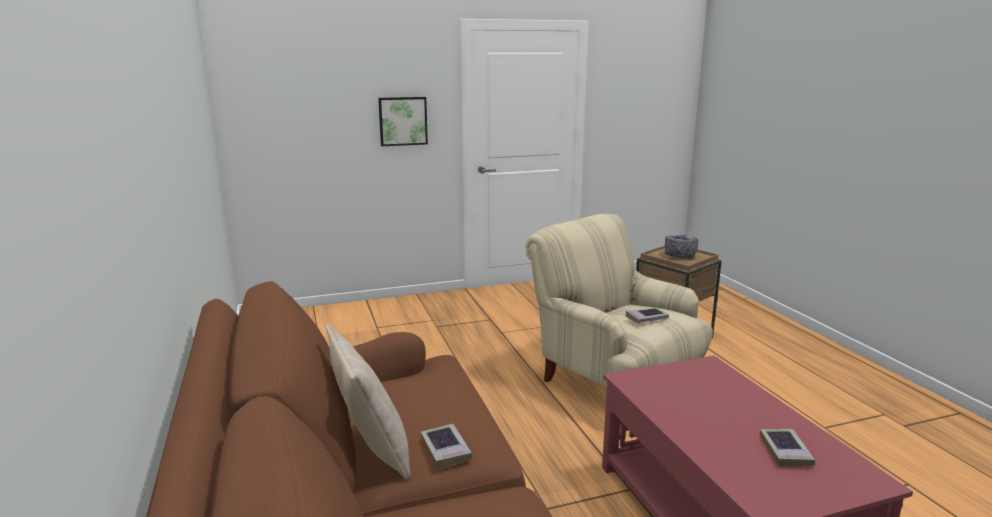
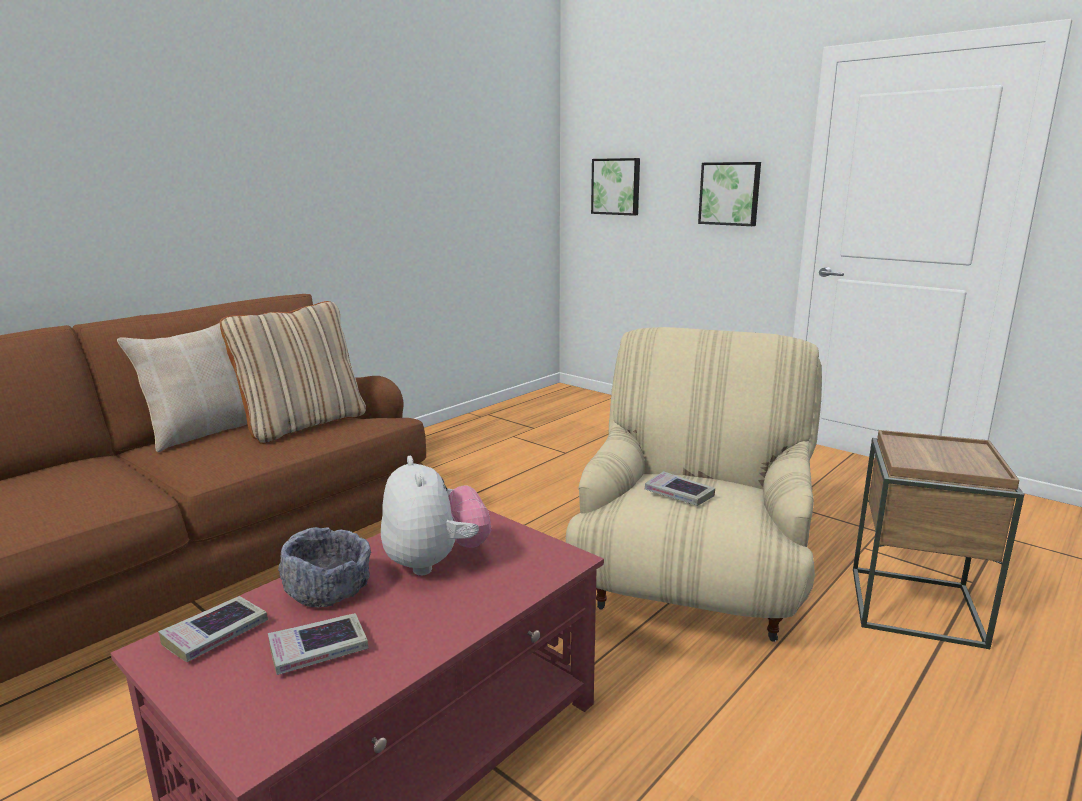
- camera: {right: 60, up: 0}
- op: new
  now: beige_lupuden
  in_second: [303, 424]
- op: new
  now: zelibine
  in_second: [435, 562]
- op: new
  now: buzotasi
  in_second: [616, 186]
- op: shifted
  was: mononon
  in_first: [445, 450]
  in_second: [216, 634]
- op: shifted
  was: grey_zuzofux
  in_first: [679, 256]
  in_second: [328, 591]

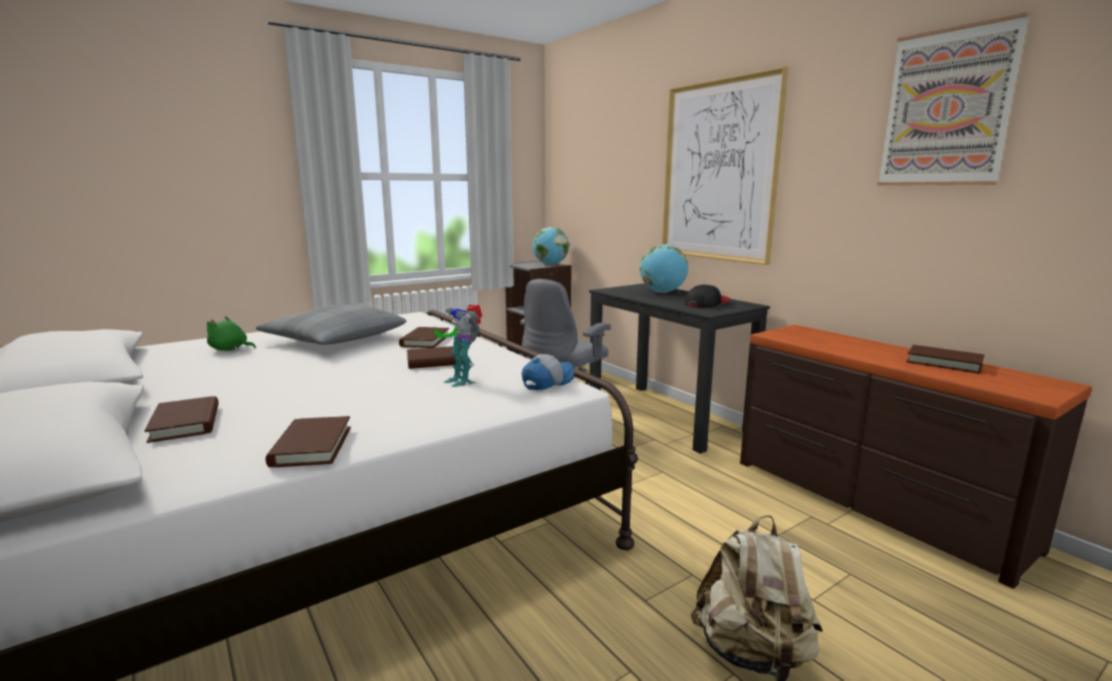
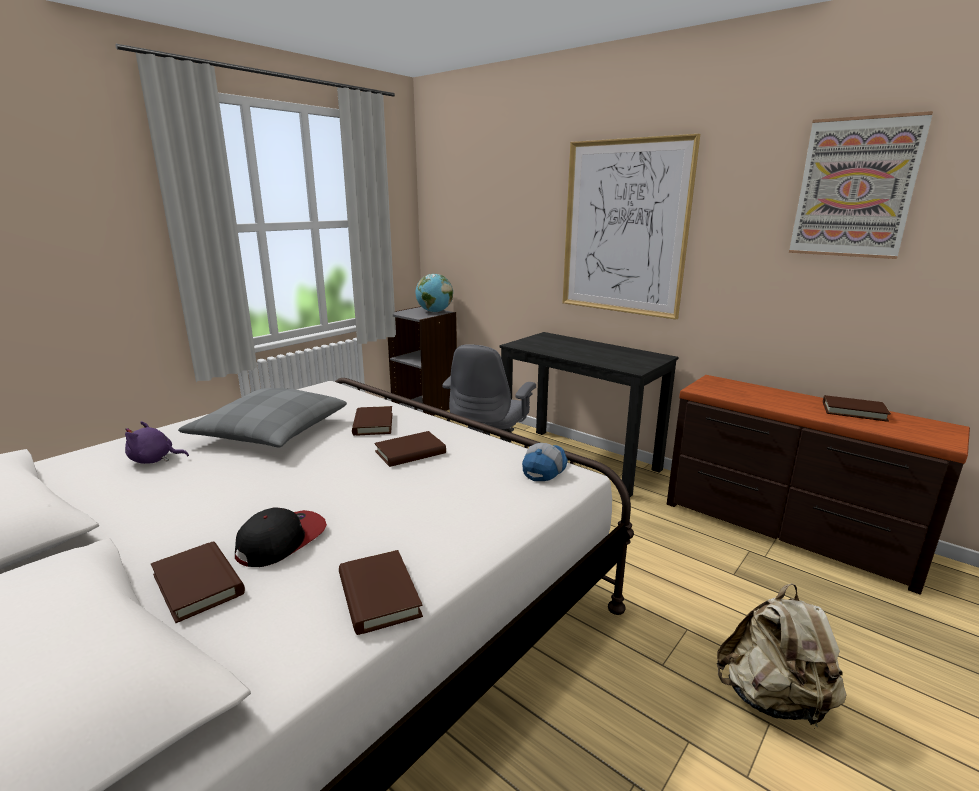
- camera: {right: -15, up: 5}
- op: gone
  was: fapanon
  in_first: [462, 380]
- op: gone
  was: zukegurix
  in_first: [662, 292]
- op: shifted
  was: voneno
  in_first: [707, 303]
  in_second: [282, 541]
- op: repainted
  was: green_zelibine
  now: purple_zelibine
  in_first: [230, 349]
  in_second: [154, 460]

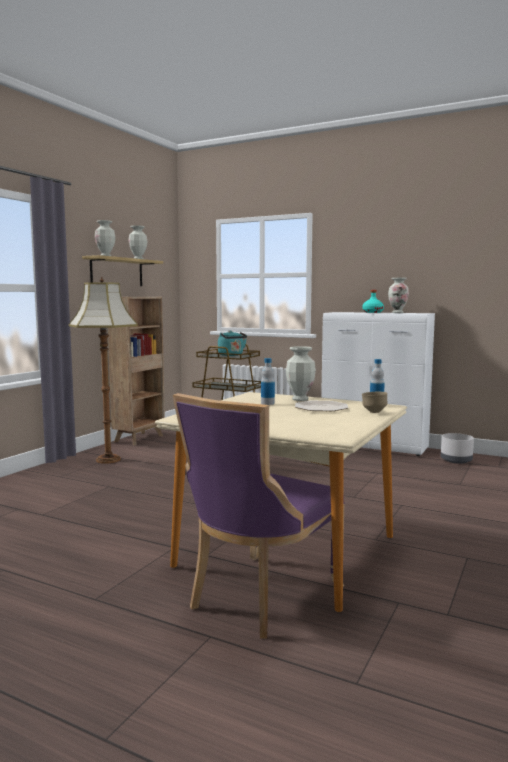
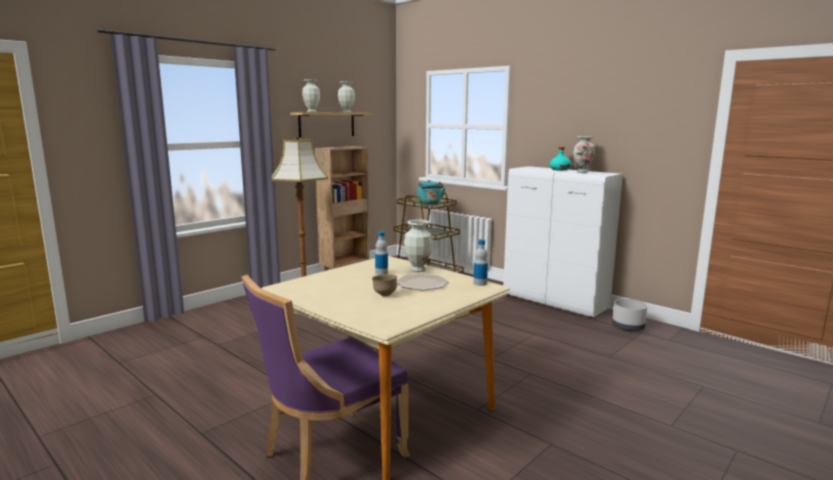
- camera: {right: 15, up: 5}
- op: shifted
  was: brown_zuzofux
  in_first: [374, 412]
  in_second: [384, 295]

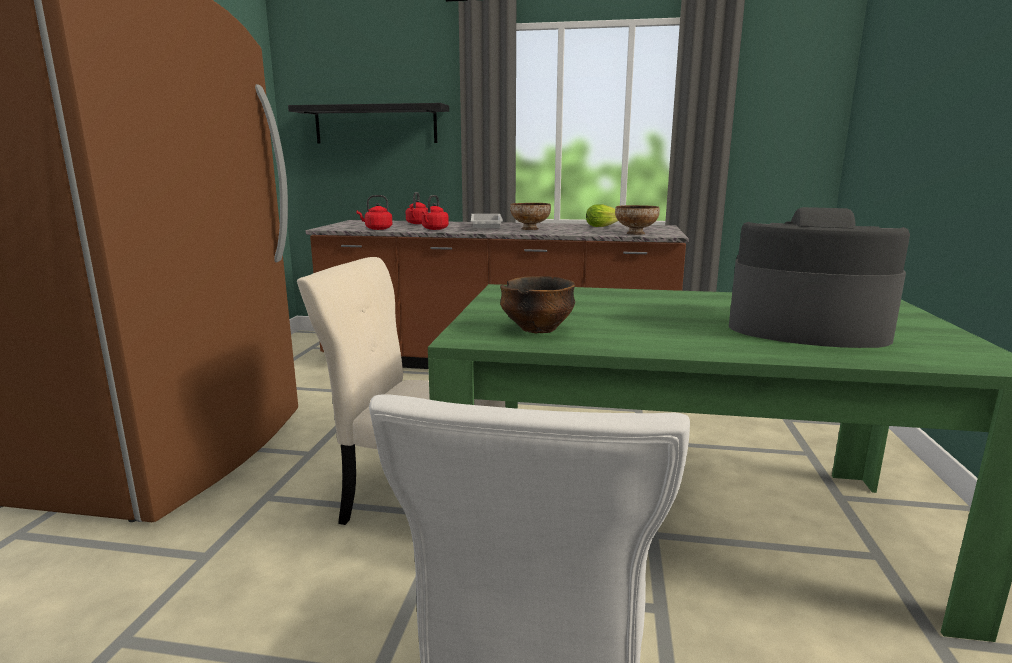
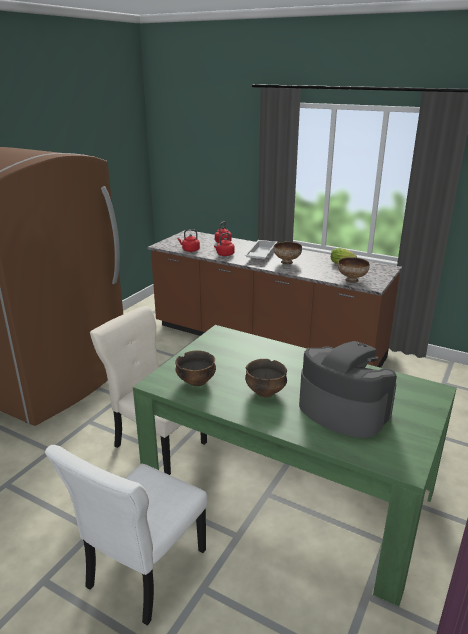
- camera: {right: 20, up: 10}
- op: gone
  was: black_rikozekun
  in_first: [375, 125]
- op: new
  now: zuzofux
  in_second: [265, 392]

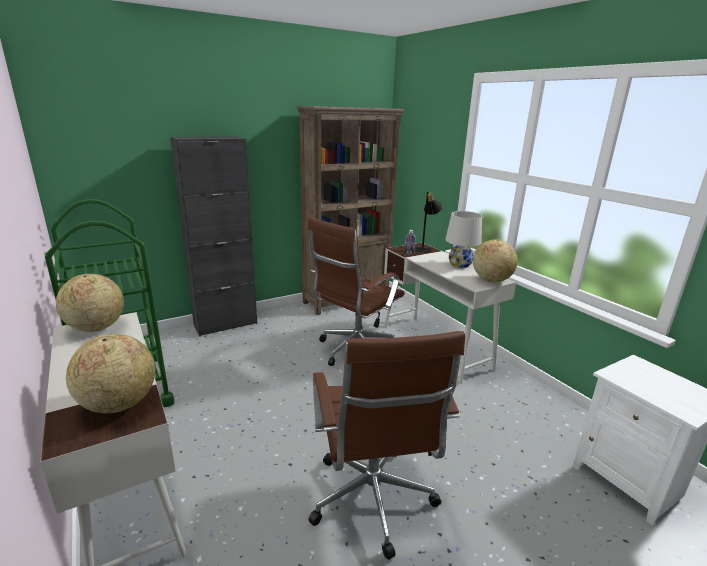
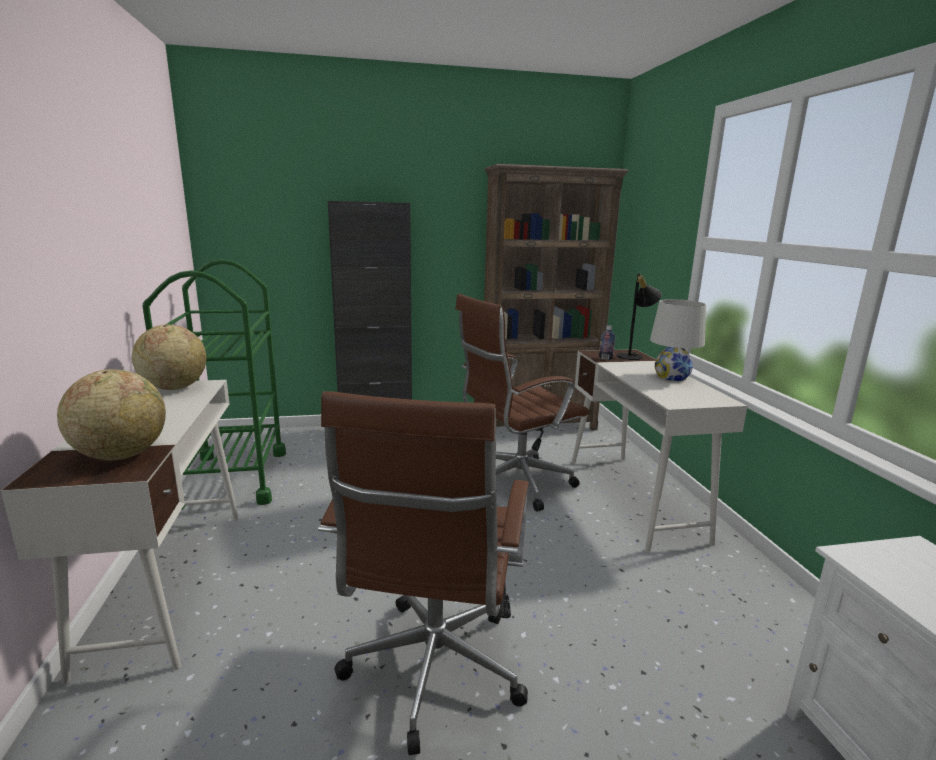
- camera: {right: 20, up: -5}
- op: gone
  was: zukegurix
  in_first: [491, 280]

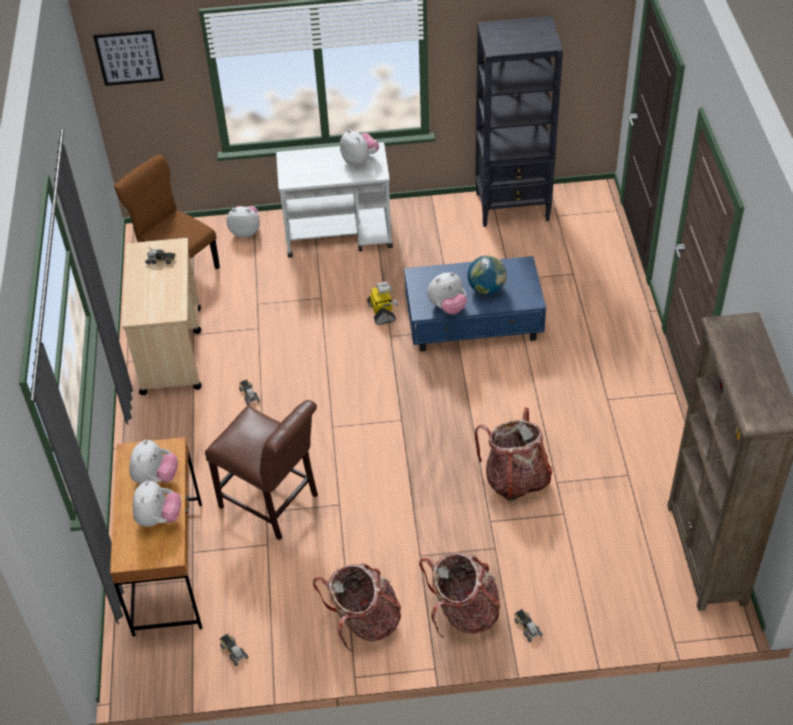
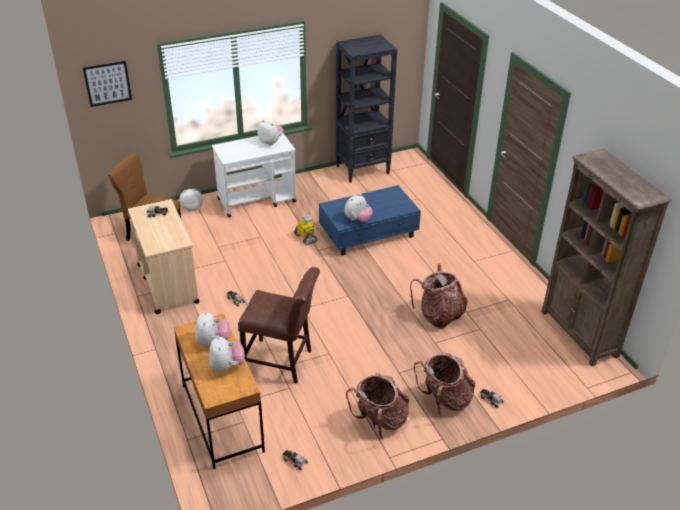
- camera: {right: -20, up: -10}
- op: gone
  was: zukegurix
  in_first: [486, 289]

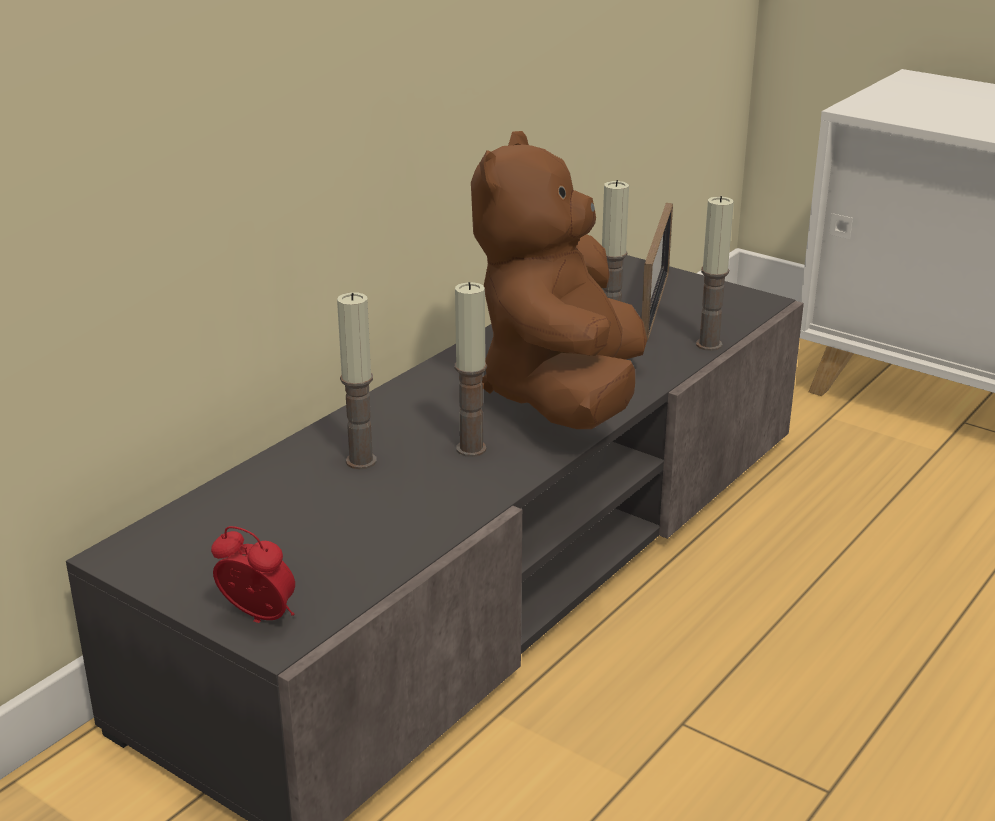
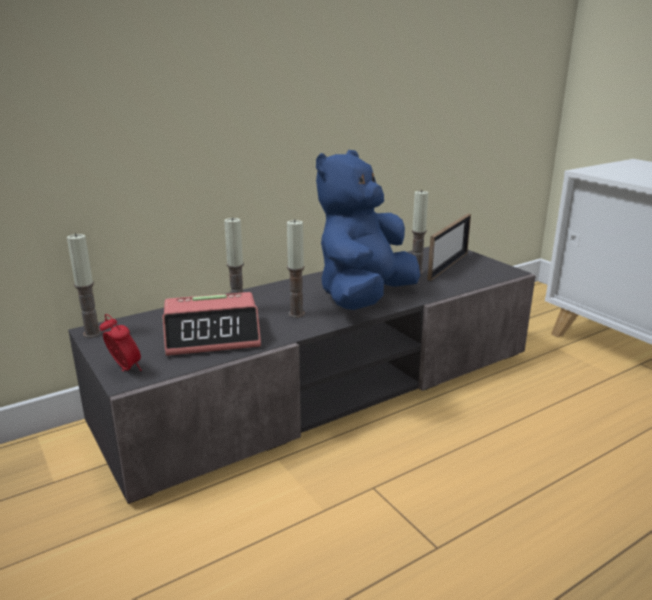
- camera: {right: 20, up: -5}
- op: new
  now: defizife
  in_second: [213, 336]
- op: shifted
  was: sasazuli
  in_first: [709, 344]
  in_second: [92, 333]
- op: repainted
  was: brown_zelibine
  now: blue_zelibine
  in_first: [563, 396]
  in_second: [364, 298]

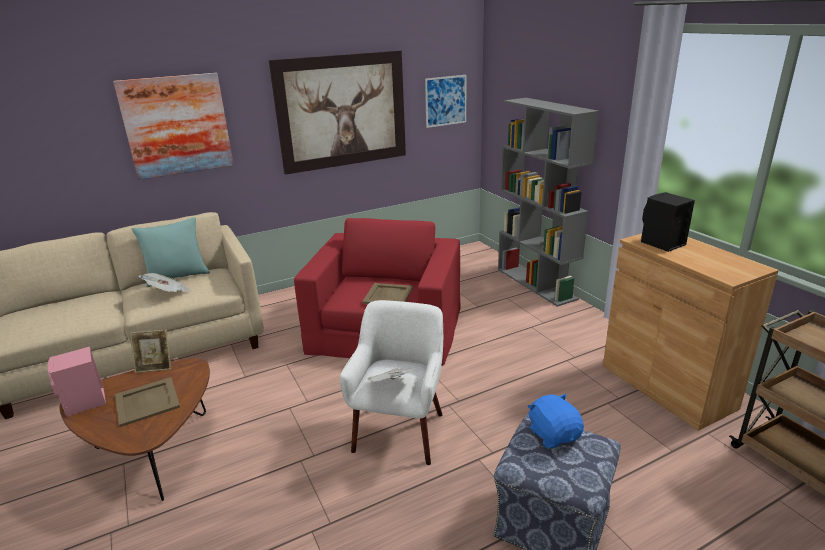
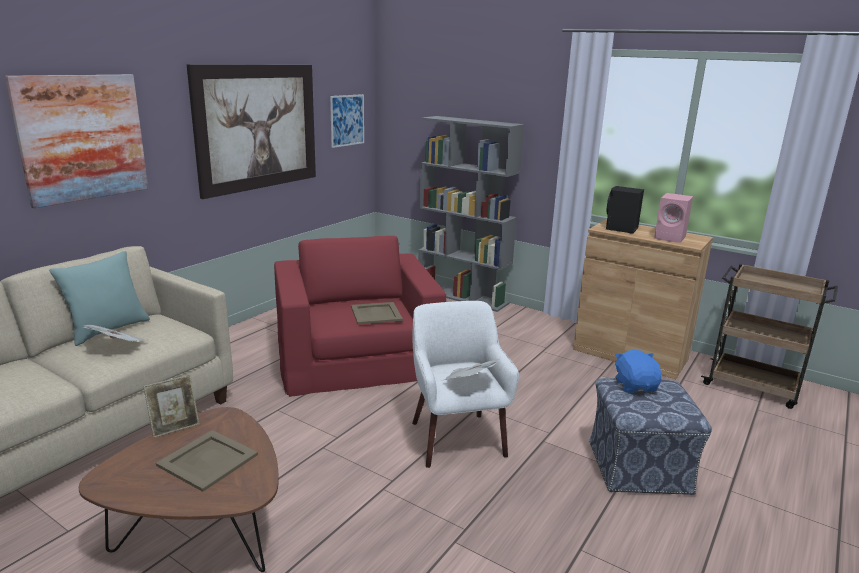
- camera: {right: -30, up: -5}
- op: shifted
  was: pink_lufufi
  in_first: [85, 403]
  in_second: [671, 238]
- op: rotated
  was: blue_zelibine
  in_first: [554, 435]
  in_second: [635, 386]
  clockwise: 45

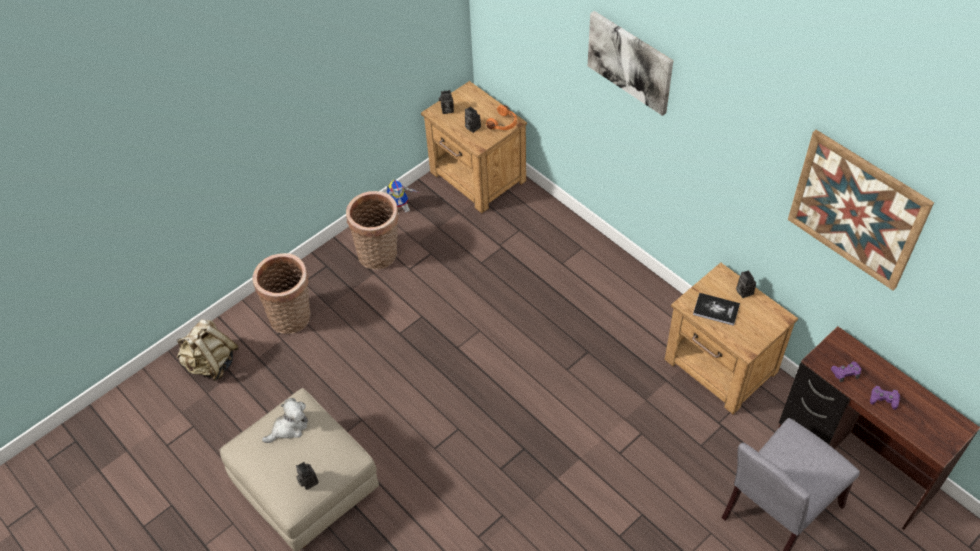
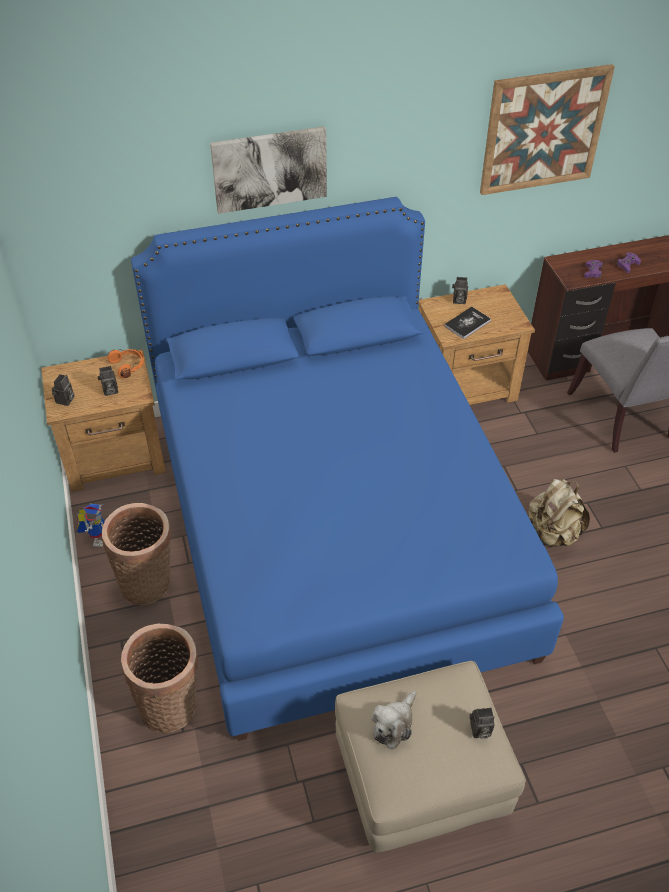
- camera: {right: -65, up: -5}
- op: new
  now: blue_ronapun
  in_second: [334, 529]
- op: shifted
  was: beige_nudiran
  in_first: [211, 363]
  in_second: [552, 534]
- op: rotated
  was: zelibine
  in_first: [289, 427]
  in_second: [394, 724]
  clockwise: -135

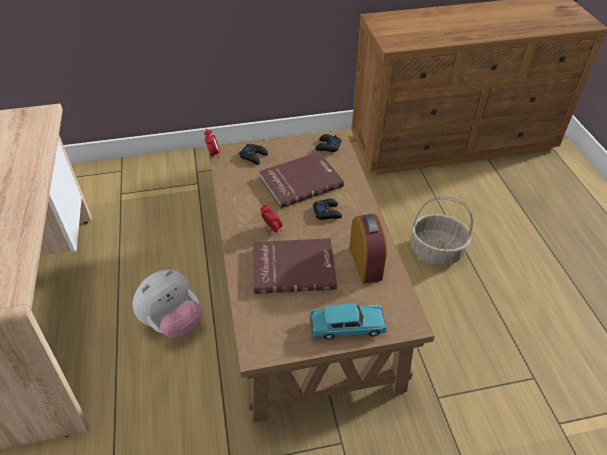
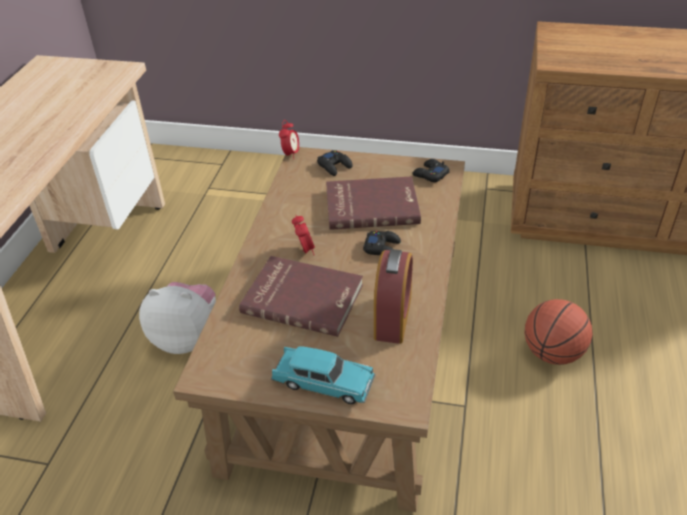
- camera: {right: 25, up: -5}
- op: swapped
  was: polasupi
  now: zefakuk
  in_first: [436, 251]
  in_second: [552, 353]
- op: rotated
  was: zelibine
  in_first: [173, 322]
  in_second: [187, 337]
  clockwise: -150

